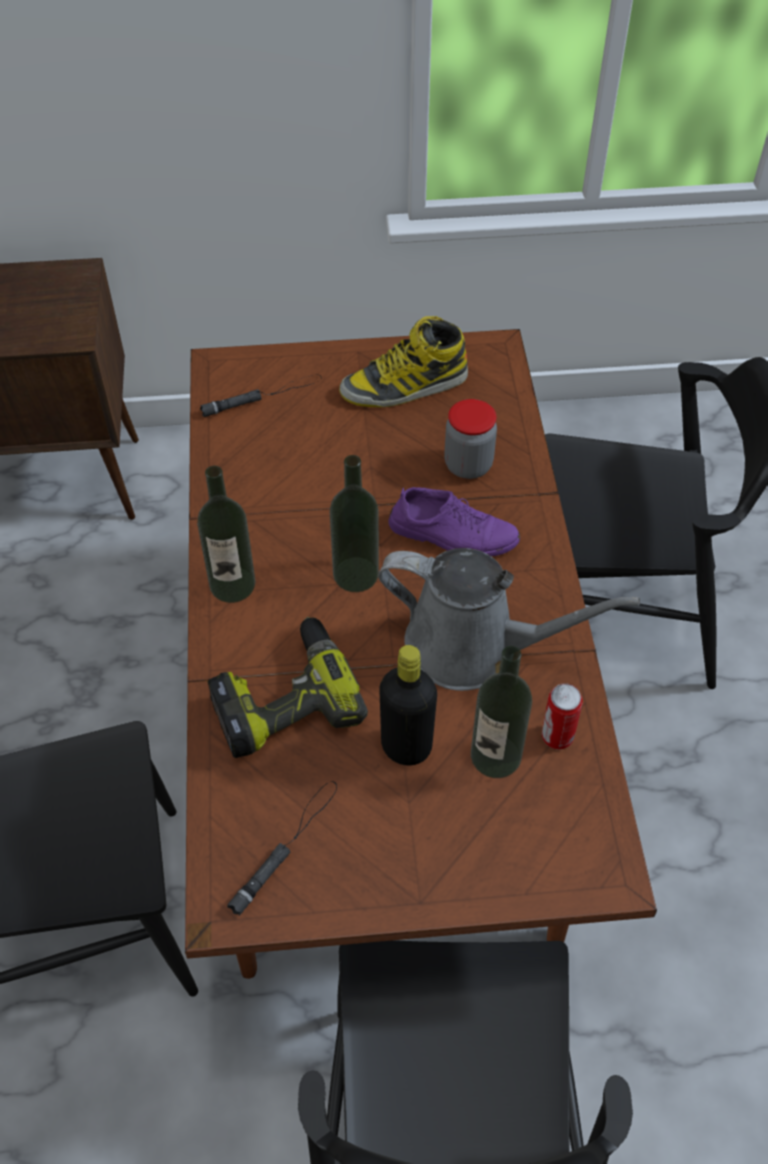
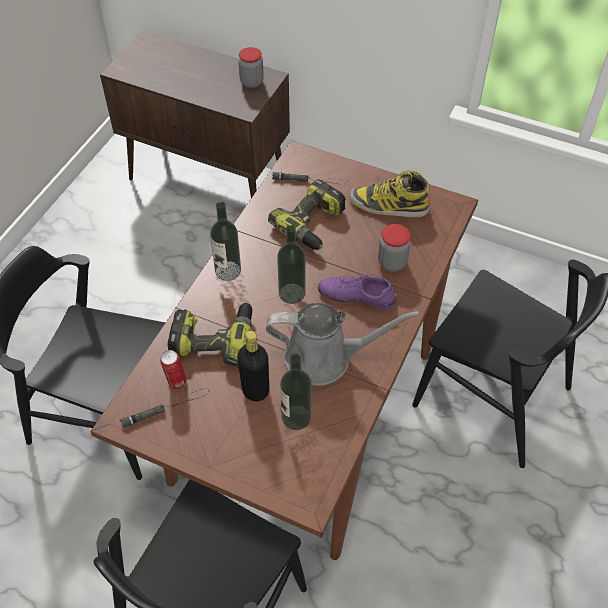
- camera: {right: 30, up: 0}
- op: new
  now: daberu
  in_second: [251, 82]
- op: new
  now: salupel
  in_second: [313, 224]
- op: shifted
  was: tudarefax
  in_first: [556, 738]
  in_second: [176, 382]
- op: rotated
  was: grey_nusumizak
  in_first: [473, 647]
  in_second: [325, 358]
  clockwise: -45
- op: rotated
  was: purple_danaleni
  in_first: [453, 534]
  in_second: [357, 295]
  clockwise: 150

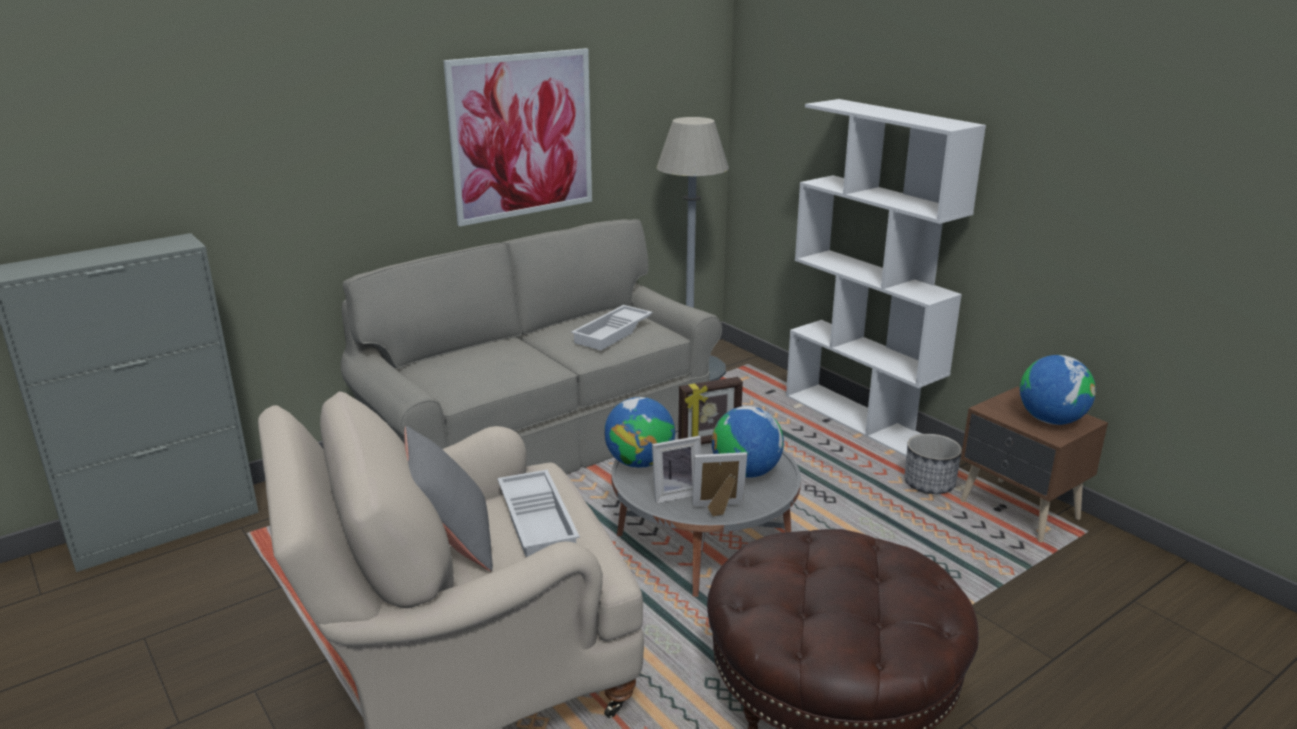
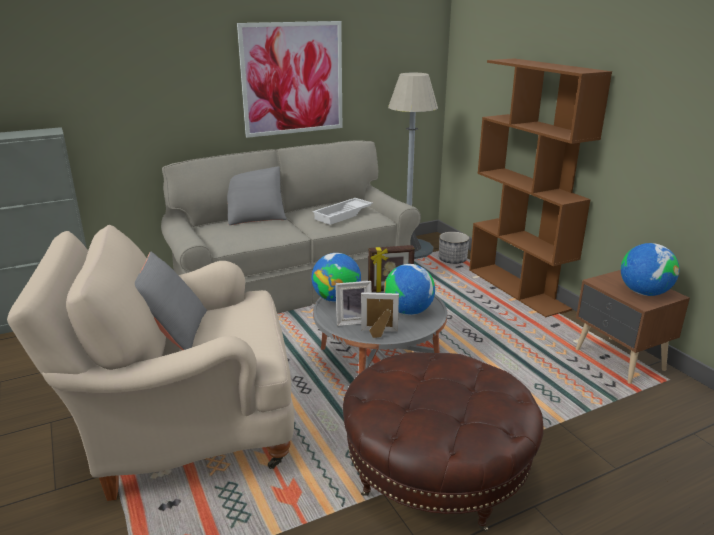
- camera: {right: 10, up: 0}
- op: gone
  was: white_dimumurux
  in_first: [539, 521]
- op: new
  now: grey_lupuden
  in_second: [256, 217]
- op: shifted
  was: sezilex
  in_first: [929, 484]
  in_second: [452, 260]
- op: repainted
  was: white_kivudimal
  now: brown_kivudimal
  in_first: [860, 420]
  in_second: [518, 289]

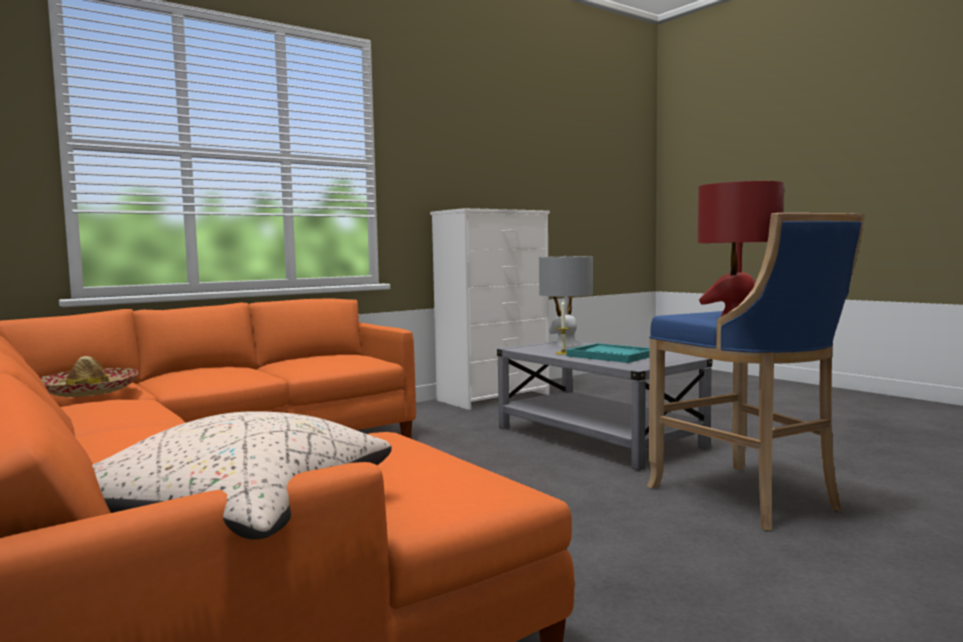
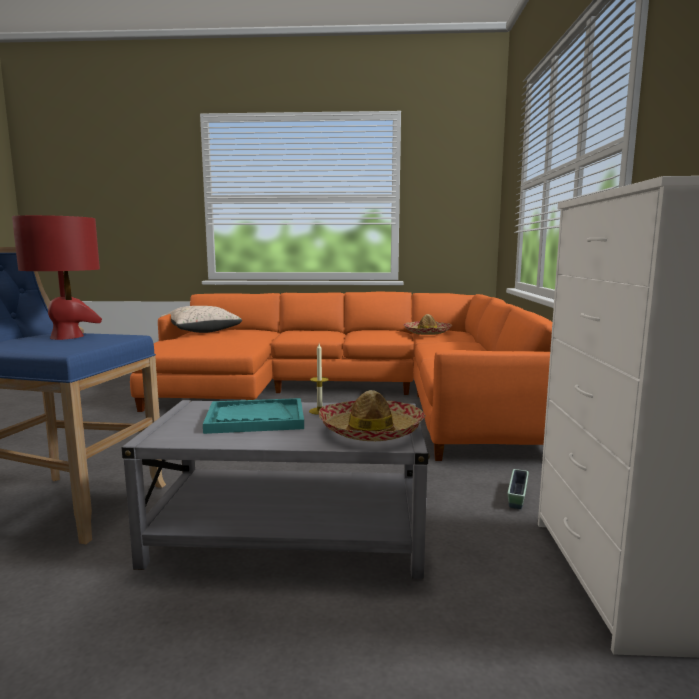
- camera: {right: 130, up: 5}
- op: new
  now: sezilex
  in_second: [517, 496]
- op: swapped
  was: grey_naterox
  now: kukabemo
  in_first: [566, 345]
  in_second: [371, 431]

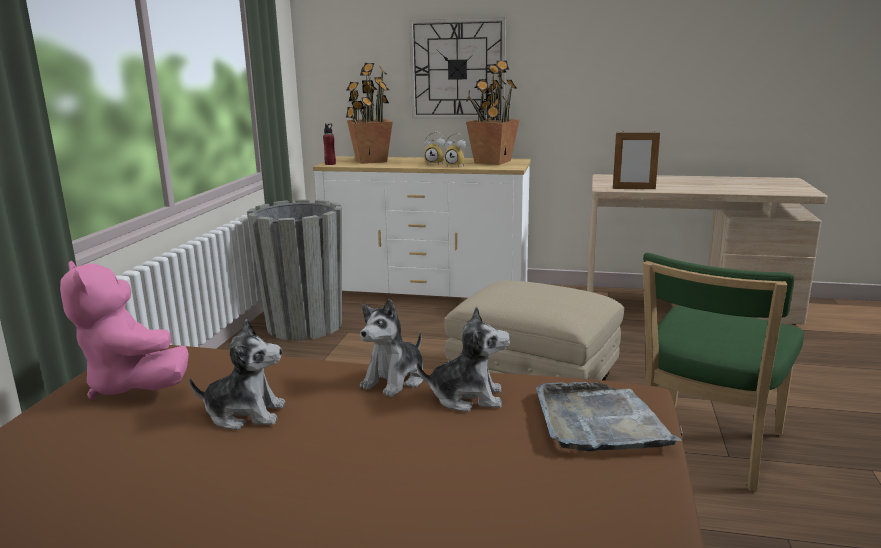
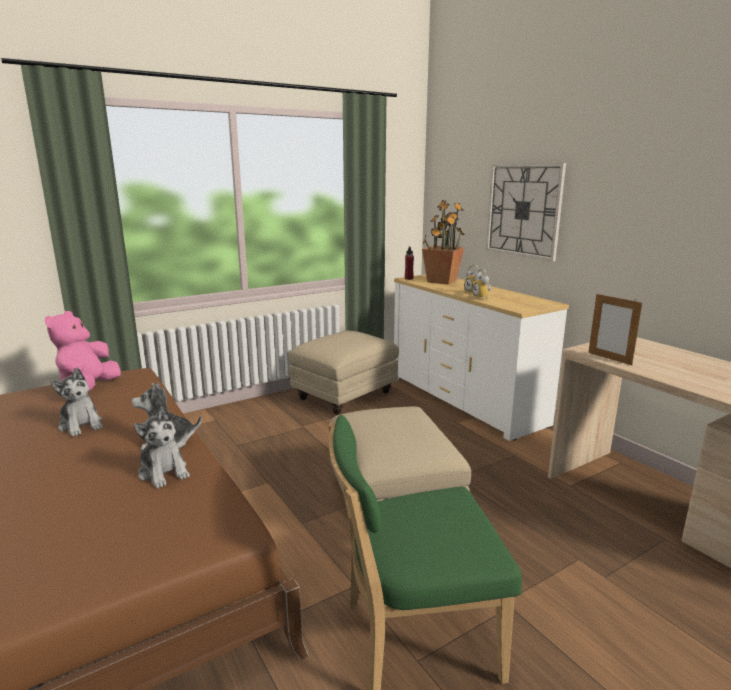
- camera: {right: 45, up: 0}
- op: gone
  was: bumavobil
  in_first: [491, 162]
- op: gone
  was: grey_dimumurux
  in_first: [599, 422]
- op: swapped
  was: grey_sezilex
  now: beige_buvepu
  in_first: [304, 326]
  in_second: [345, 395]

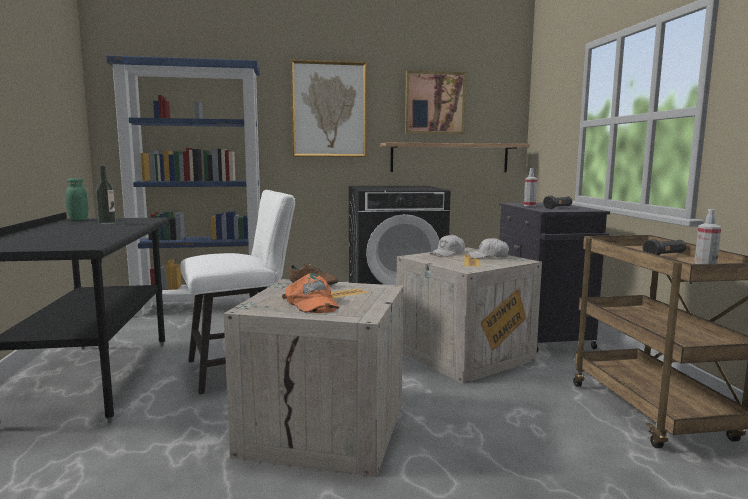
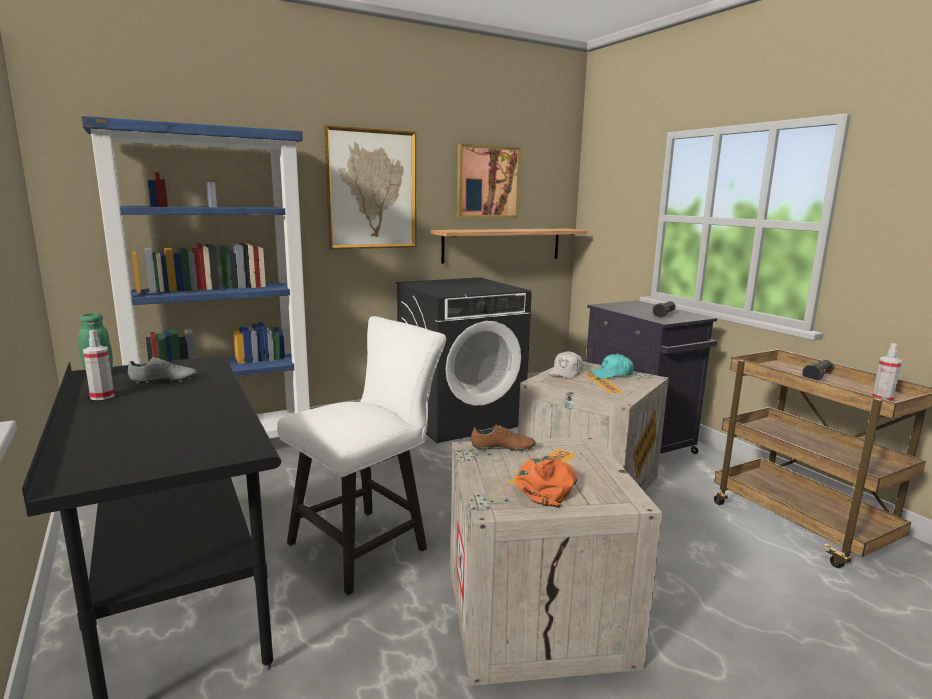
- camera: {right: -20, up: 5}
- op: shifted
  was: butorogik
  in_first: [529, 205]
  in_second: [102, 396]
- op: swapped
  was: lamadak
  now: grey_danaleni
  in_first: [107, 223]
  in_second: [164, 381]
- op: repainted
  was: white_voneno
  now: turquoise_voneno
  in_first: [488, 257]
  in_second: [611, 374]
- op: rotated
  was: orange_voneno
  in_first: [311, 303]
  in_second: [548, 486]
  clockwise: -105

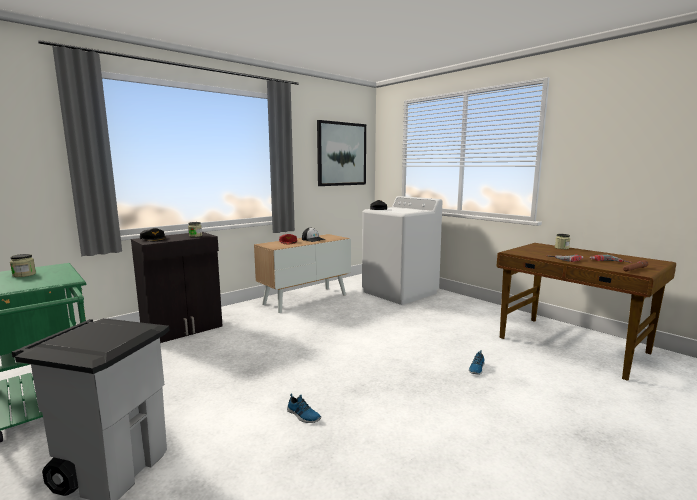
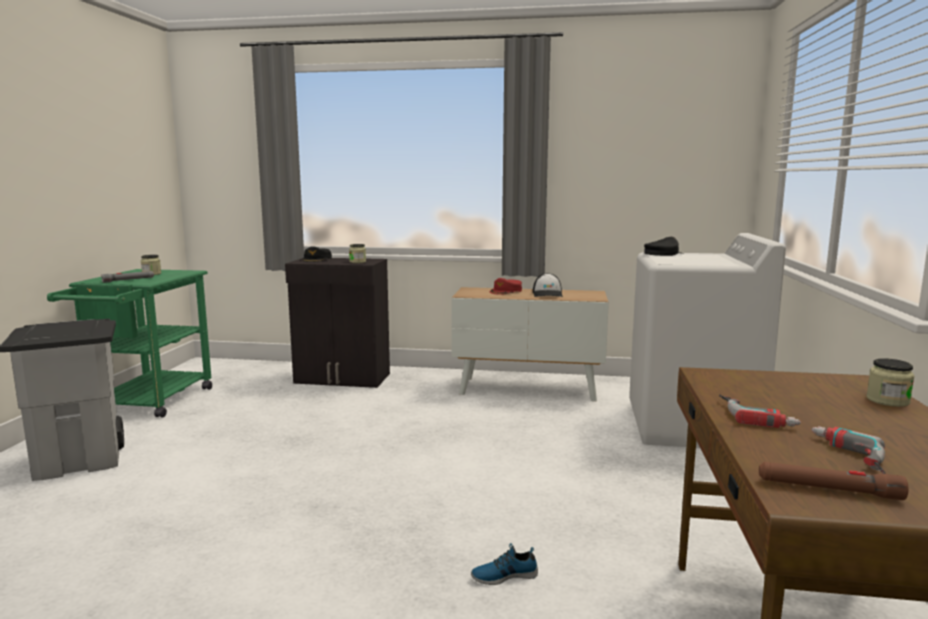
- camera: {right: 50, up: 0}
- op: gone
  was: danaleni
  in_first: [303, 415]
- op: gone
  was: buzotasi
  in_first: [341, 154]
- op: new
  now: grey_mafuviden
  in_second: [128, 280]

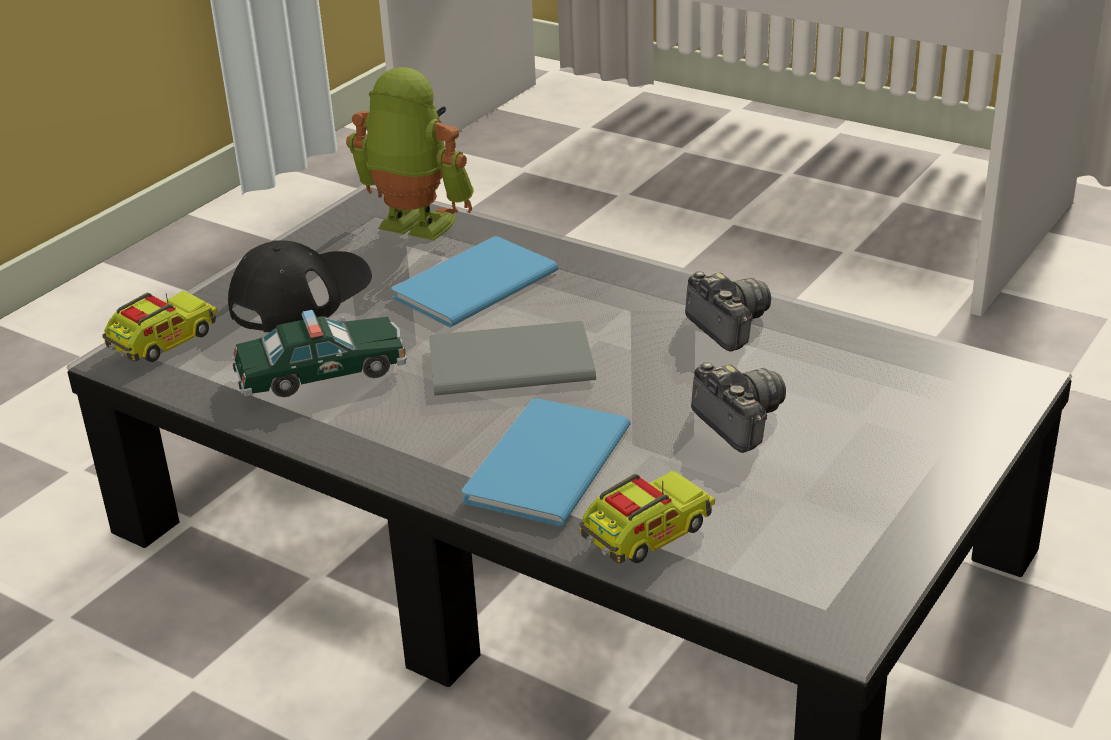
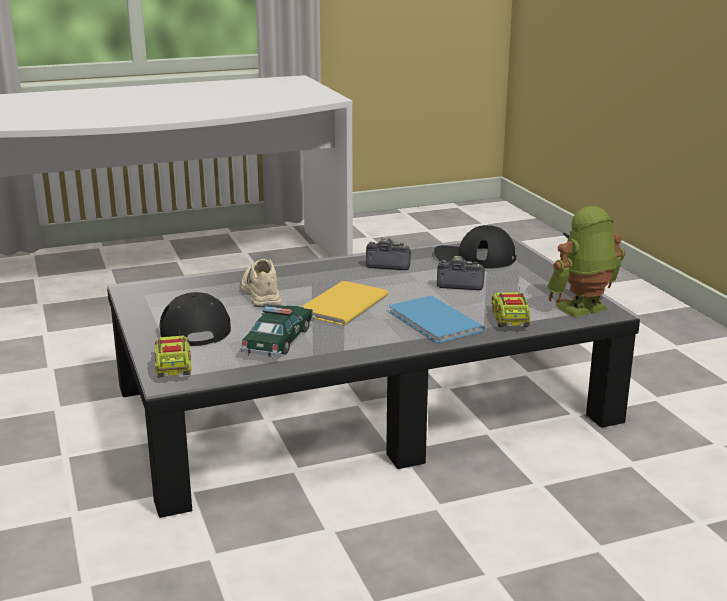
- camera: {right: -55, up: -10}
- op: new
  now: black_voneno
  in_second: [474, 257]
- op: shifted
  was: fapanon
  in_first: [413, 227]
  in_second: [583, 309]
- op: swapped
  was: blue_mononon
  now: beige_danaleni
  in_first: [469, 285]
  in_second: [260, 293]
- op: repainted
  was: grey_mononon
  now: yellow_mononon
  in_first: [506, 361]
  in_second: [340, 305]

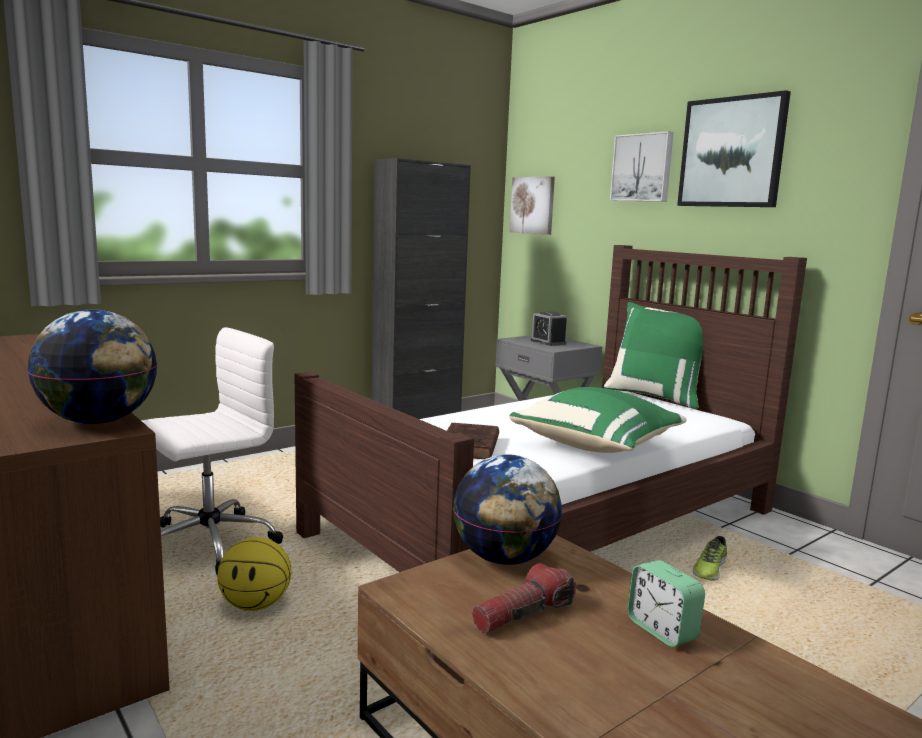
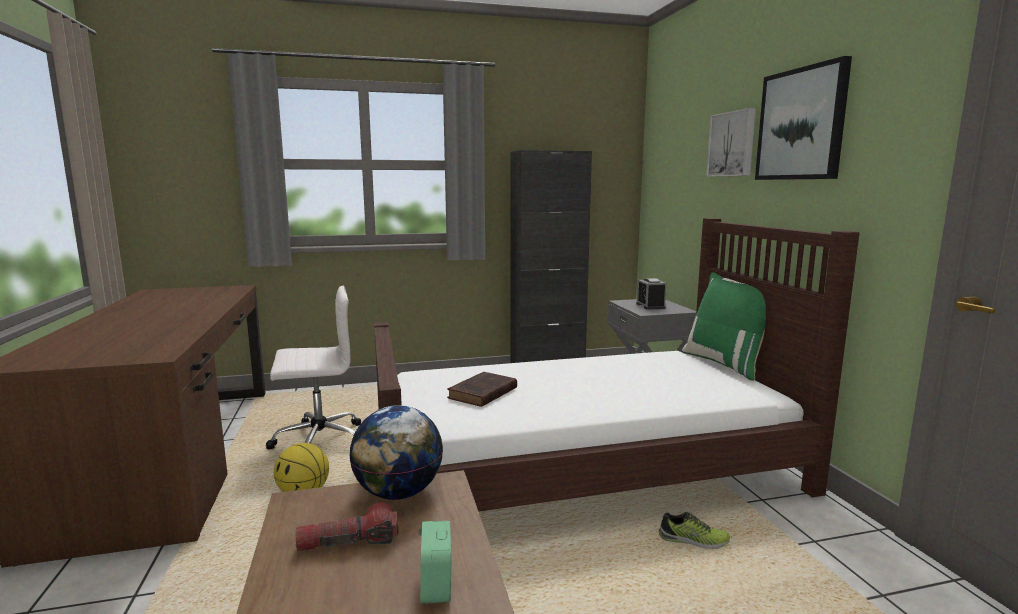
- camera: {right: 25, up: 0}
- op: gone
  was: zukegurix
  in_first: [98, 421]
- op: gone
  was: green_lupuden
  in_first: [598, 446]
- op: gone
  was: buzotasi
  in_first: [533, 205]
- op: rotated
  was: danaleni
  in_first: [709, 569]
  in_second: [693, 540]
  clockwise: -135

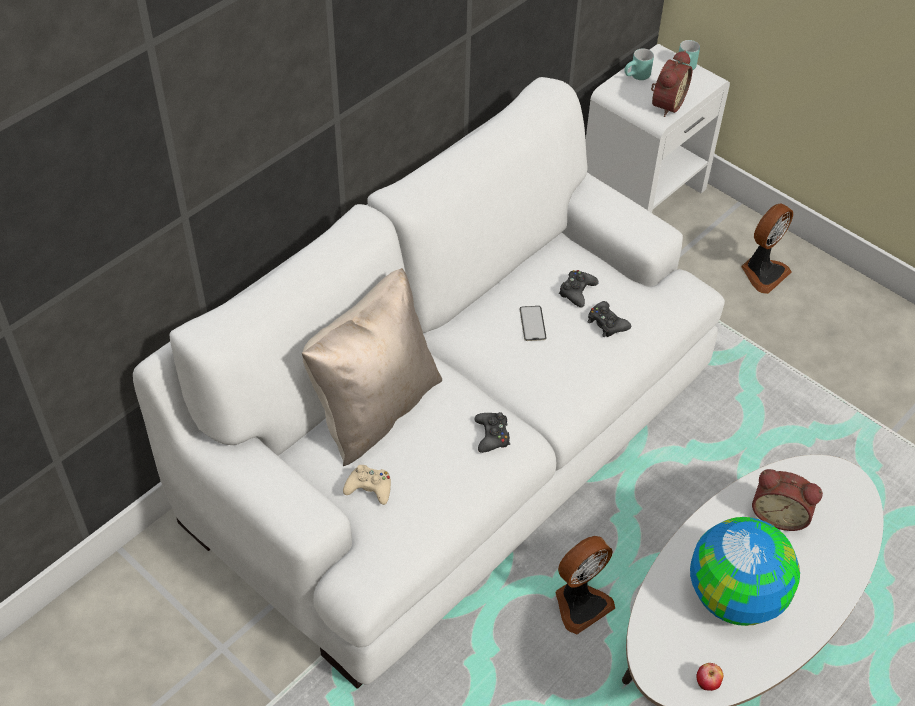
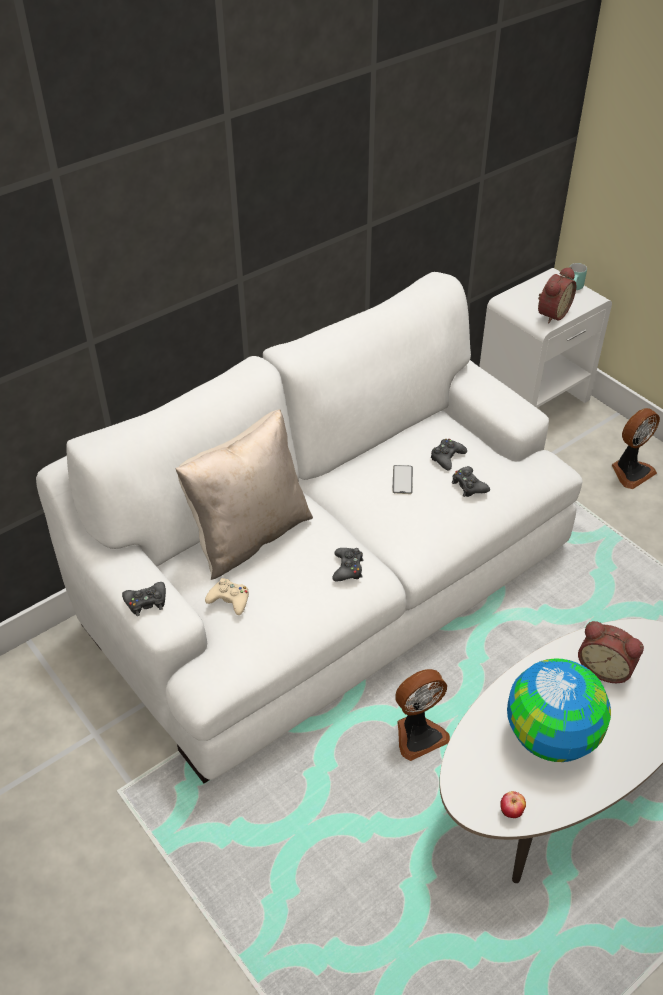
- camera: {right: 10, up: -5}
- op: gone
  was: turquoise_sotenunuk
  in_first: [637, 77]
- op: new
  now: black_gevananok
  in_second: [146, 602]

